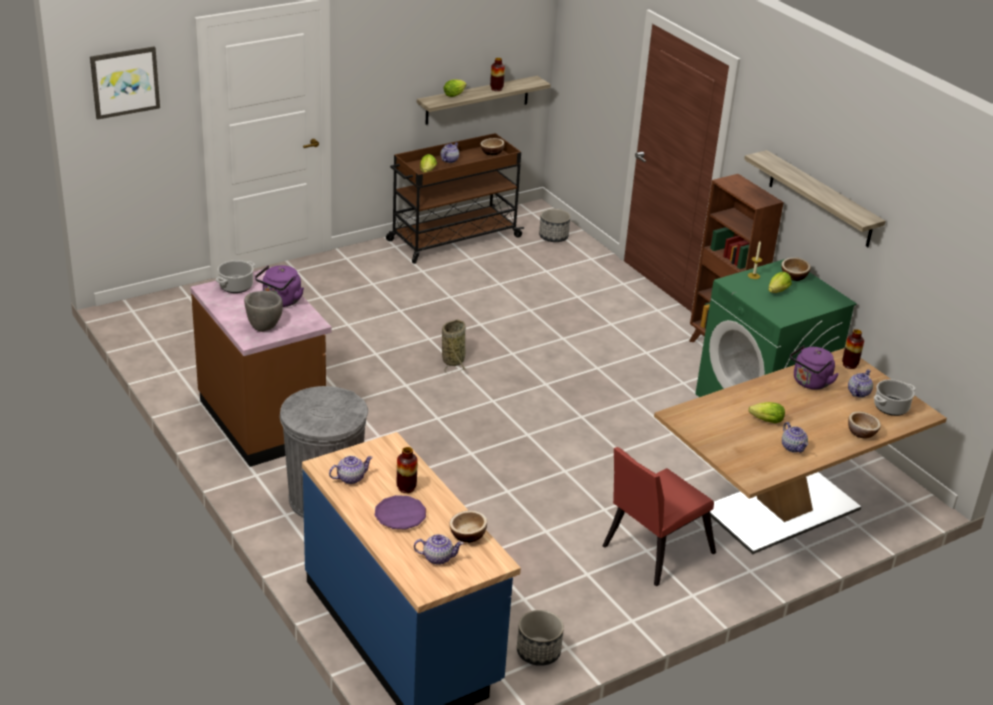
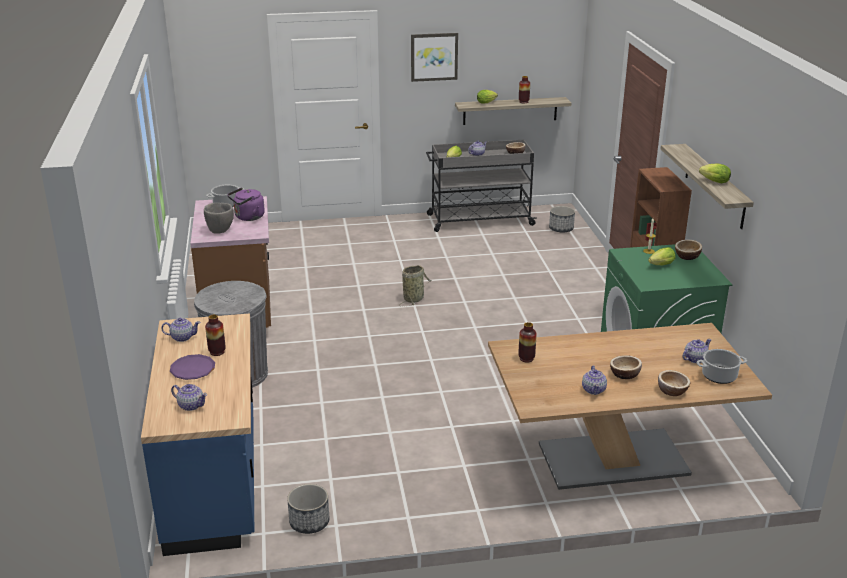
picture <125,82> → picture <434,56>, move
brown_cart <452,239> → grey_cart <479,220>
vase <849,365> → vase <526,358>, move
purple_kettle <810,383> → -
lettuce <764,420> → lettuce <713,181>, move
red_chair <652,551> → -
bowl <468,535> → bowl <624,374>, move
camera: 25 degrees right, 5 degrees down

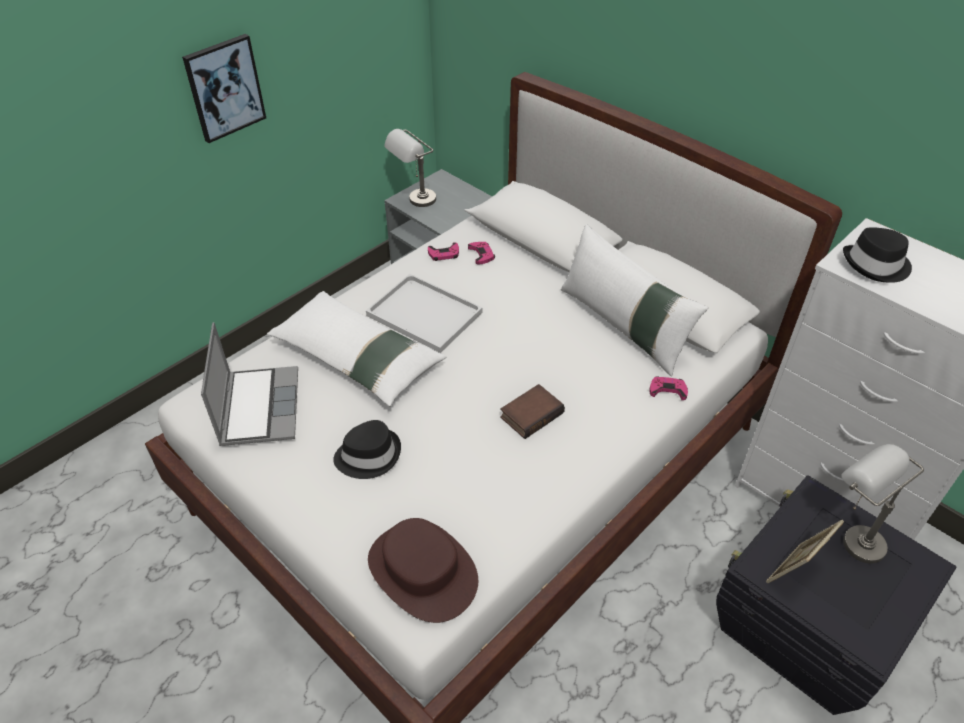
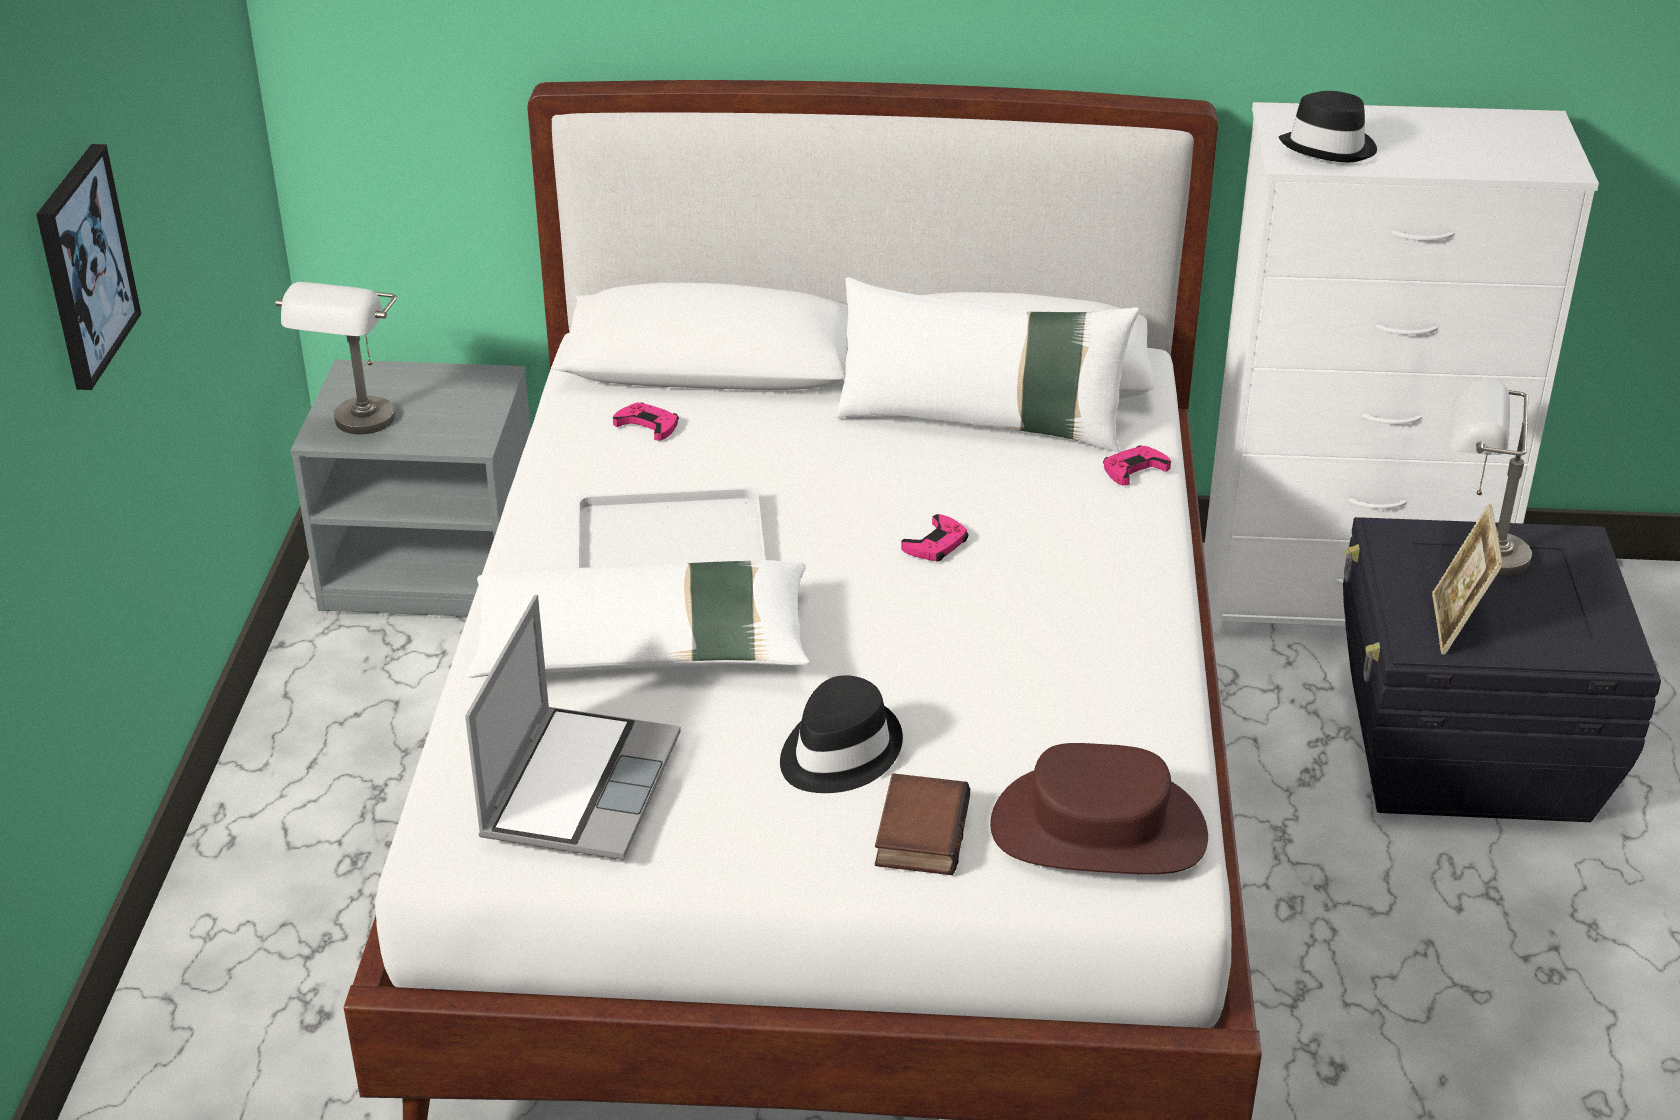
pink_game_controller <444,254> → pink_game_controller <936,544>, move
laptop <258,406> → laptop <579,785>, 60 degrees clockwise
book <531,414> → book <918,832>, move
camera: 40 degrees left, 10 degrees down

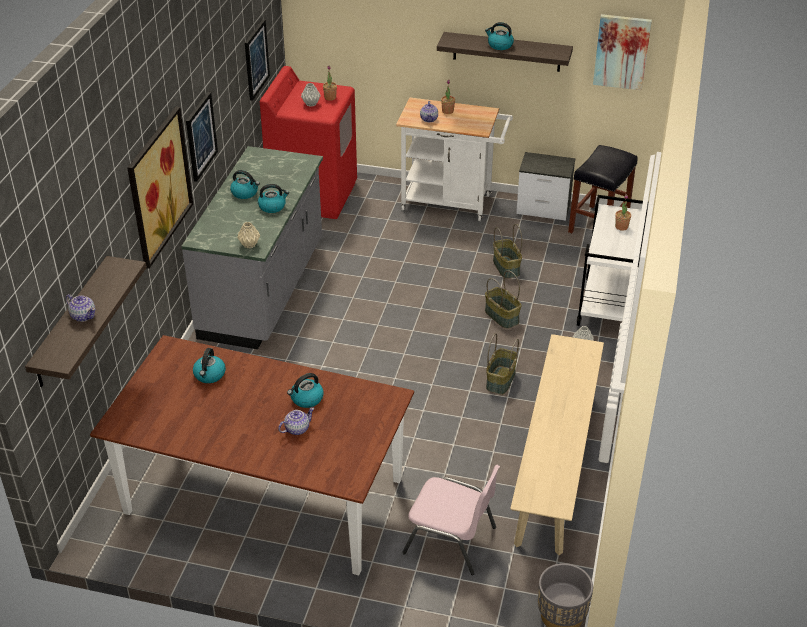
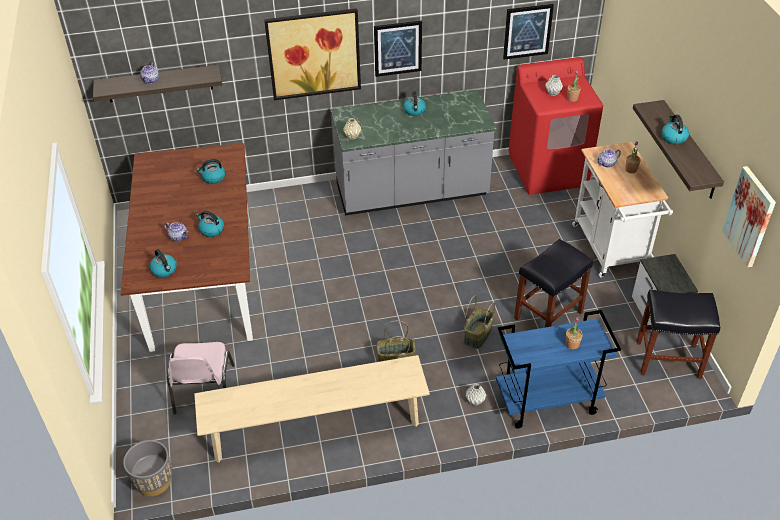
kettle <272,206> → kettle <164,270>, move
white_cart <607,305> → blue_cart <546,402>
basket <507,267> → black_stool <548,316>
camera: 65 degrees right, 5 degrees up

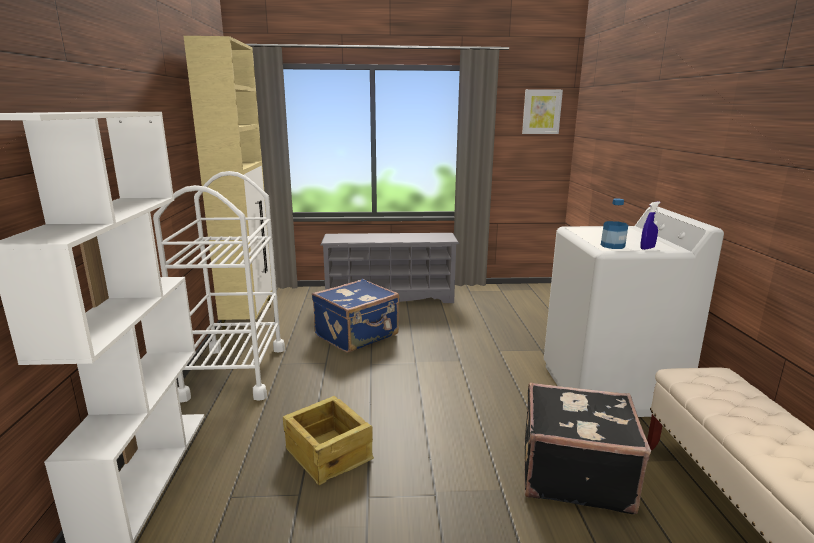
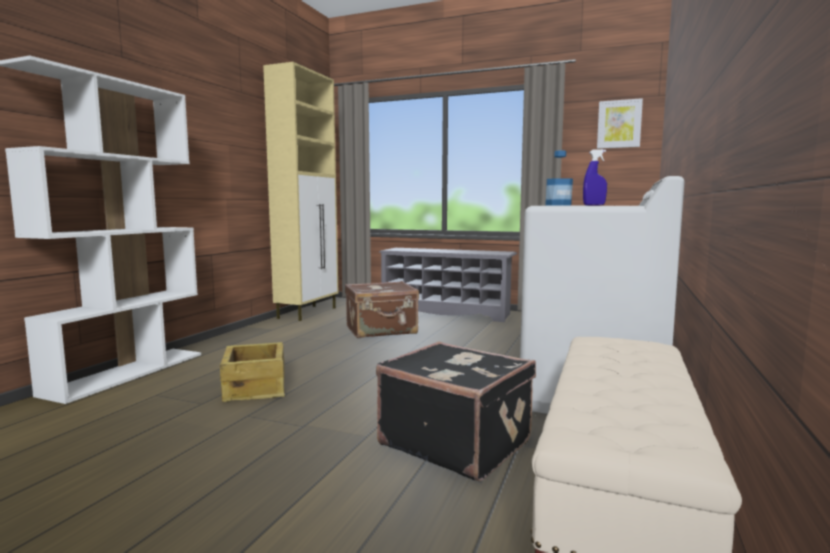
white_cart <235,372> → -
blue_suitcase <358,335> → brown_suitcase <381,330>
camera: 25 degrees right, 10 degrees down

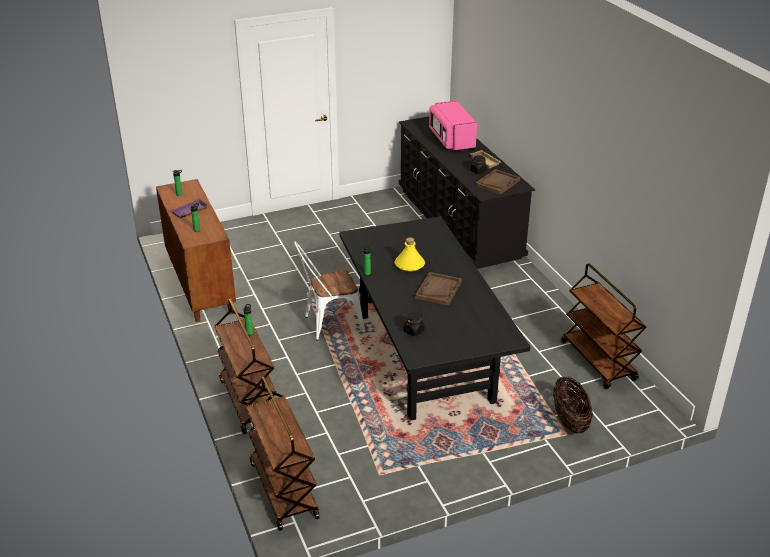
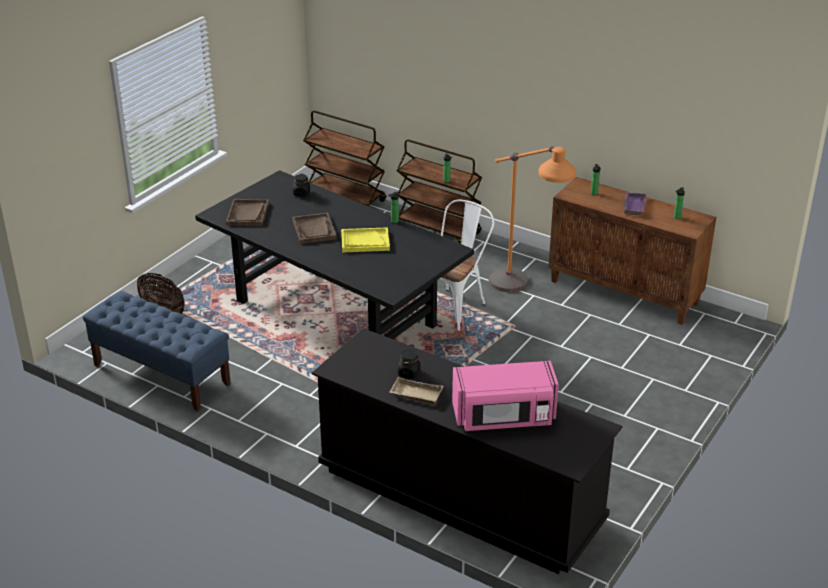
pink_microwave <451,140> → pink_microwave <504,417>, 135 degrees clockwise
brown_tray <497,183> → brown_tray <248,214>, move
yellow_bottle <409,265> → yellow_tray <365,241>
brown_cart <598,361> → blue_bench <161,374>
- → orange_floor_lamp <523,295>
camera: 145 degrees right, 0 degrees up

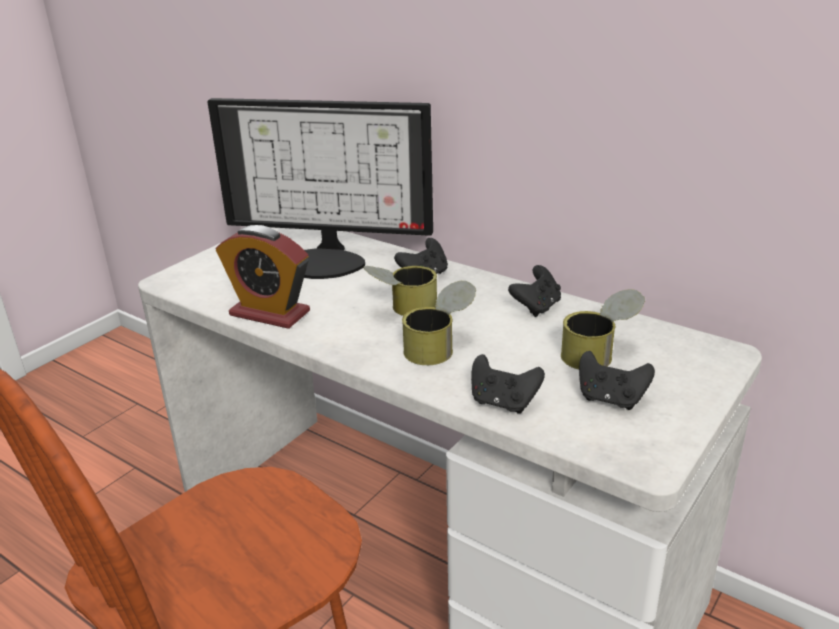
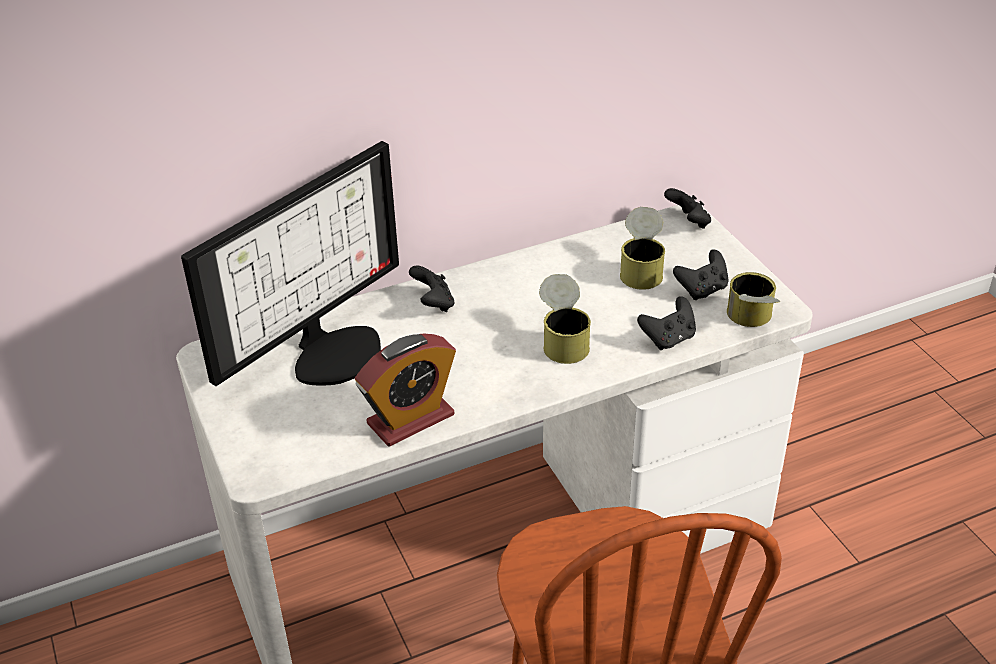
black_game_controller <536,307> → black_game_controller <688,222>, move
can <402,310> → can <750,322>, move
camera: 60 degrees left, 10 degrees up

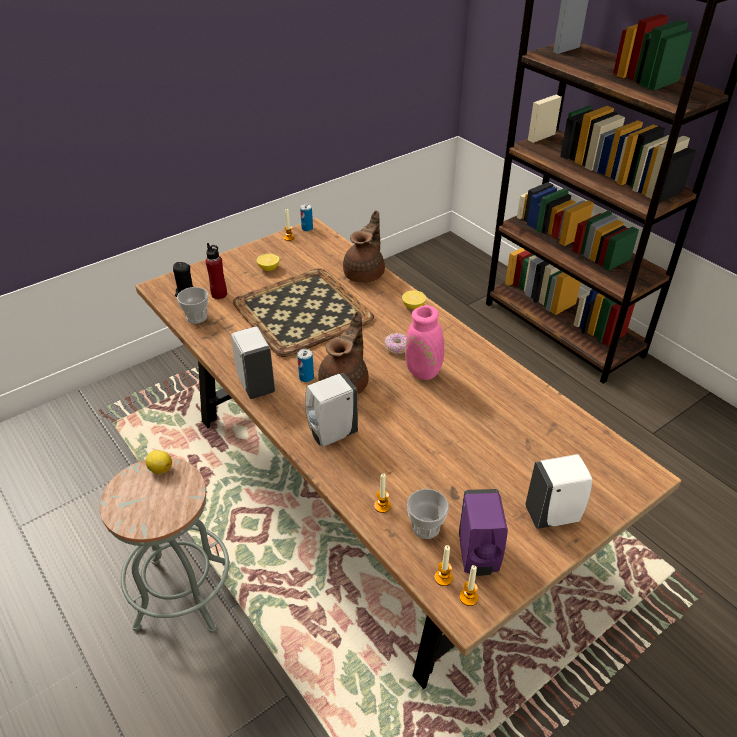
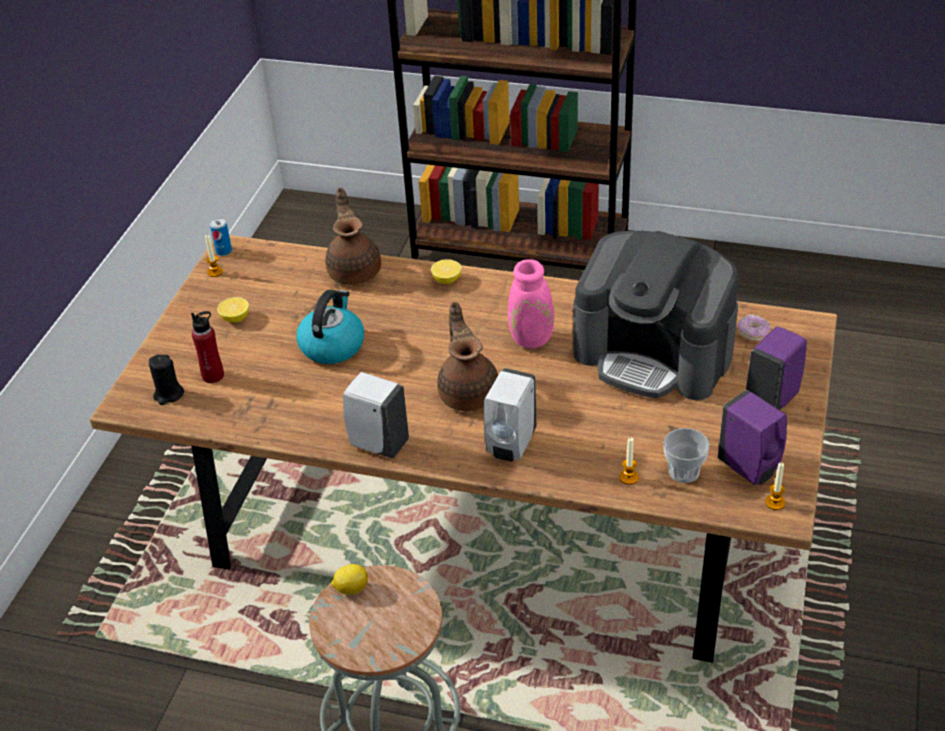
tray <301,311> → kettle <332,345>
cup <196,317> → -
donut <397,348> → donut <753,334>, move
can <306,377> → -
white_soap_dispenser <554,515> → purple_soap_dispenser <772,399>
candle <443,578> → -
- → coffee_machine <654,354>
camera: 35 degrees left, 0 degrees up

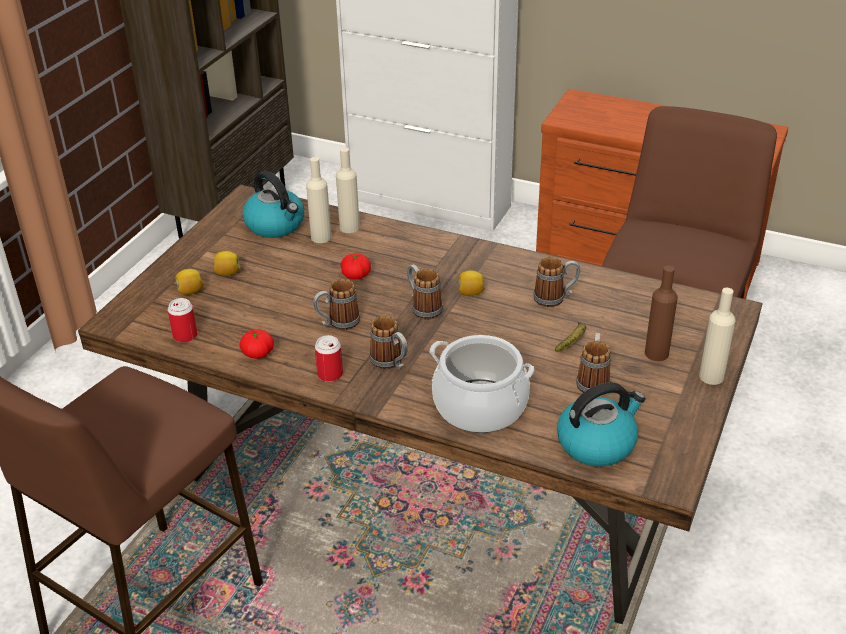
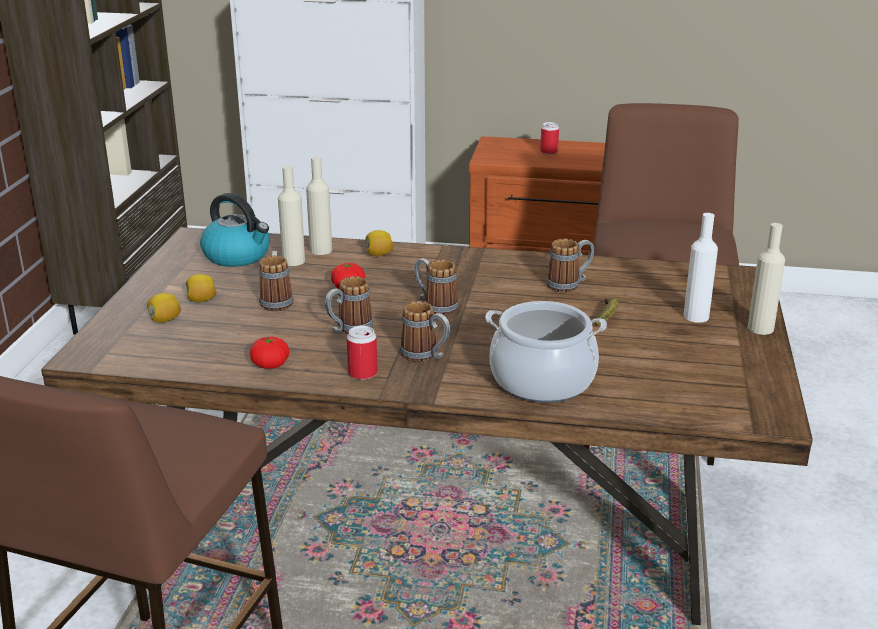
brown_bottle <656,353> → white_bottle <696,316>
lemon <470,293> → lemon <379,254>, move
can <185,336> → can <548,152>, move
mug <593,380> → mug <277,300>, move
kettle <597,443> → -
camera: 15 degrees left, 10 degrees down

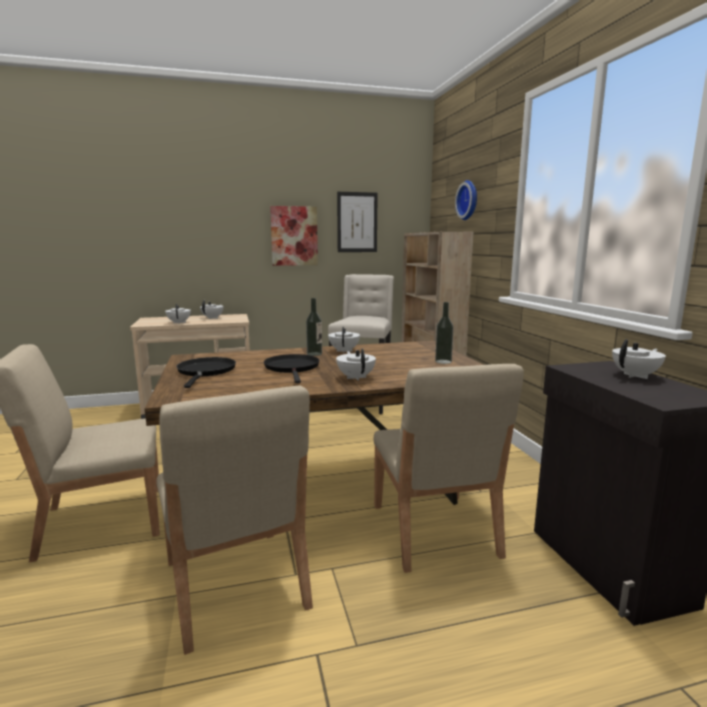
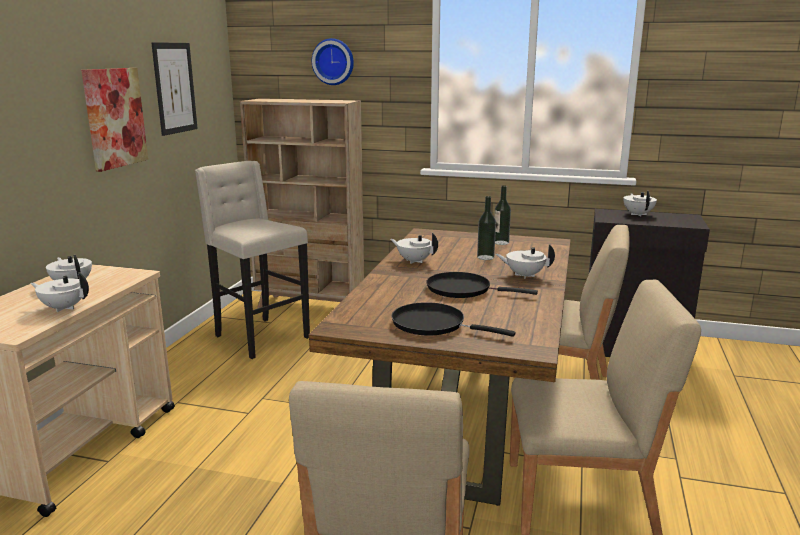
bottle <314,354> → bottle <485,257>, move
camera: 60 degrees left, 5 degrees up

